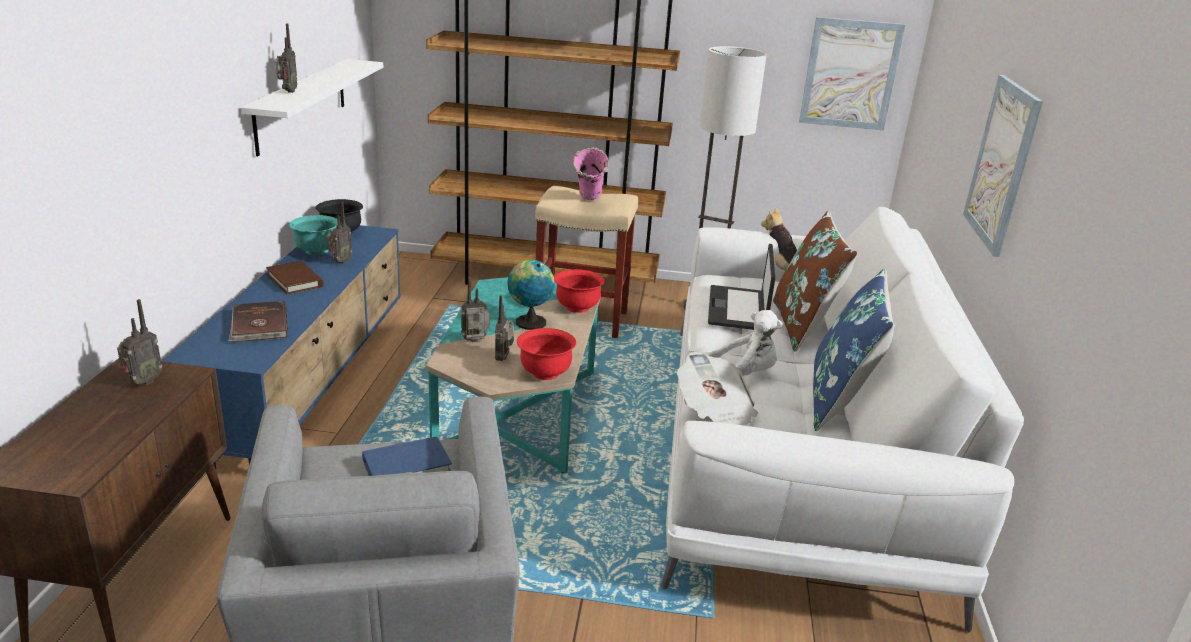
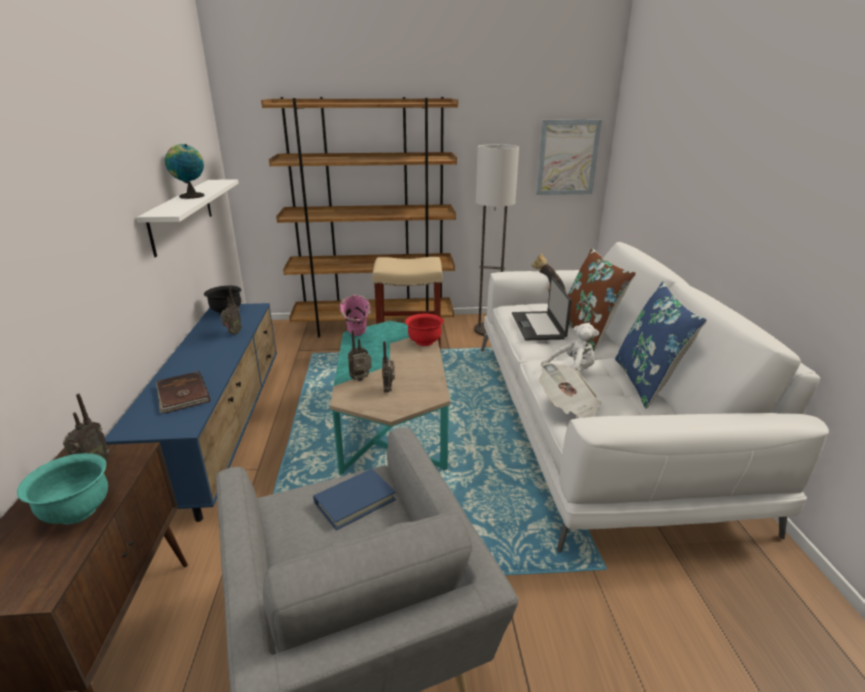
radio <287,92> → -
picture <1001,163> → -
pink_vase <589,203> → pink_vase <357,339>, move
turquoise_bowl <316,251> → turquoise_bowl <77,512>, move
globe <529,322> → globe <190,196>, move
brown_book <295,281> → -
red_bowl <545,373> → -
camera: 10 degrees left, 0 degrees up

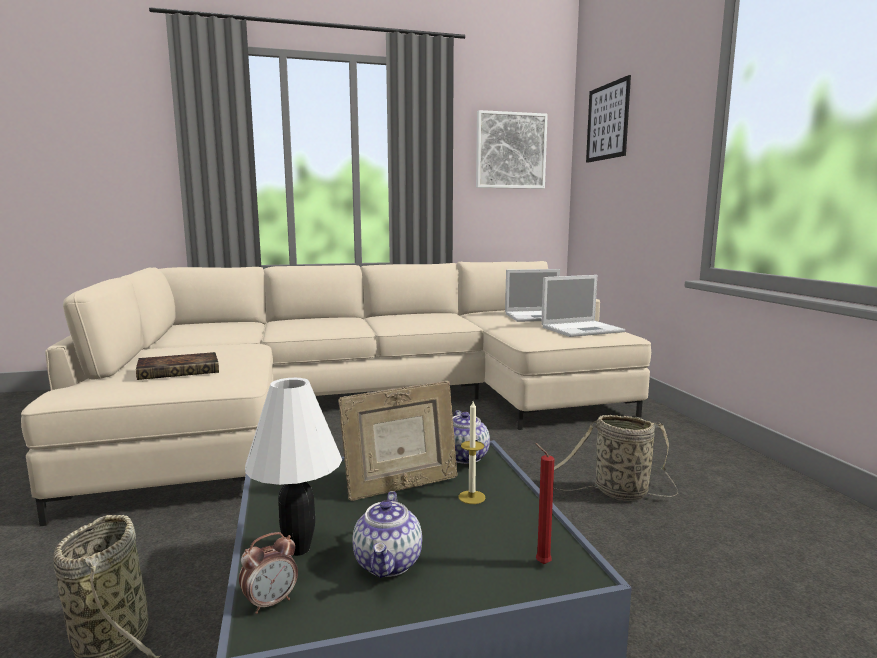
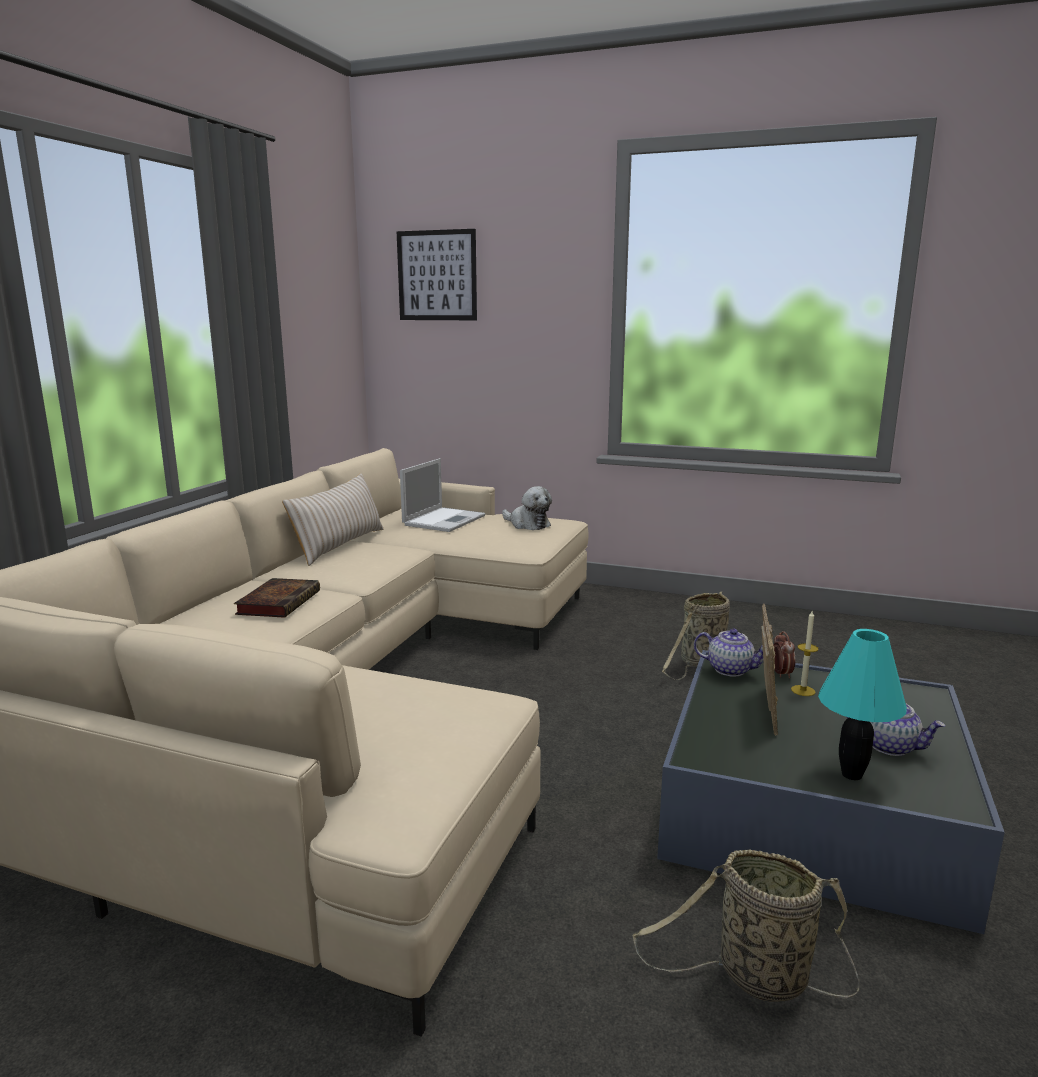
picture <510,151> → -
laptop <583,329> → plush_toy <527,524>
book <181,371> → book <279,602>, move
white_table_lamp <298,549> → turquoise_table_lamp <850,775>
red_candle <540,563> → -
alarm_clock <271,602> → alarm_clock <781,674>, move
- → beige_pillow <339,545>
camera: 55 degrees left, 5 degrees up

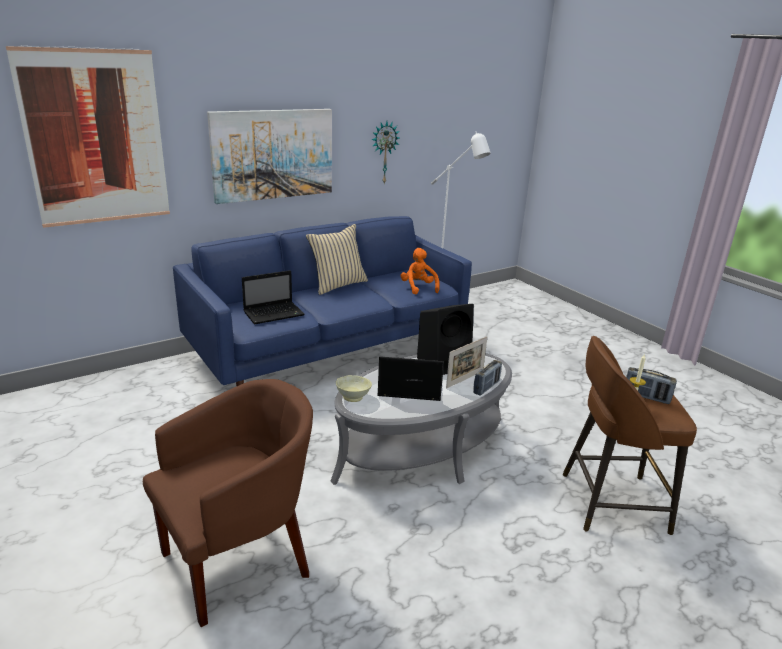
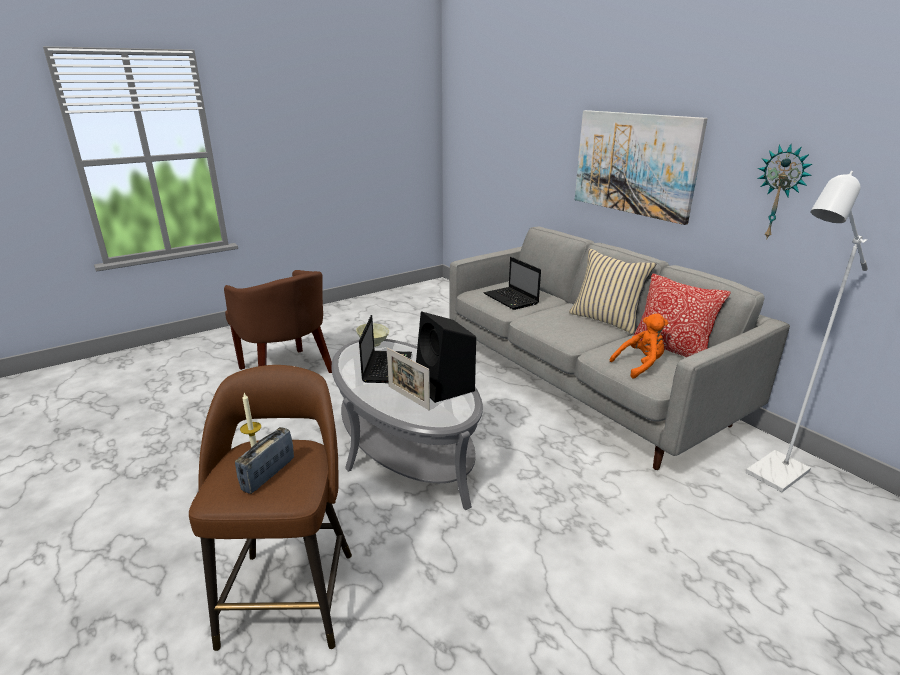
picture <96,138> → -
blue_sofa <330,350> → grey_sofa <583,386>
radio <486,387> → -
- → pillow <671,350>
camera: 90 degrees right, 0 degrees up

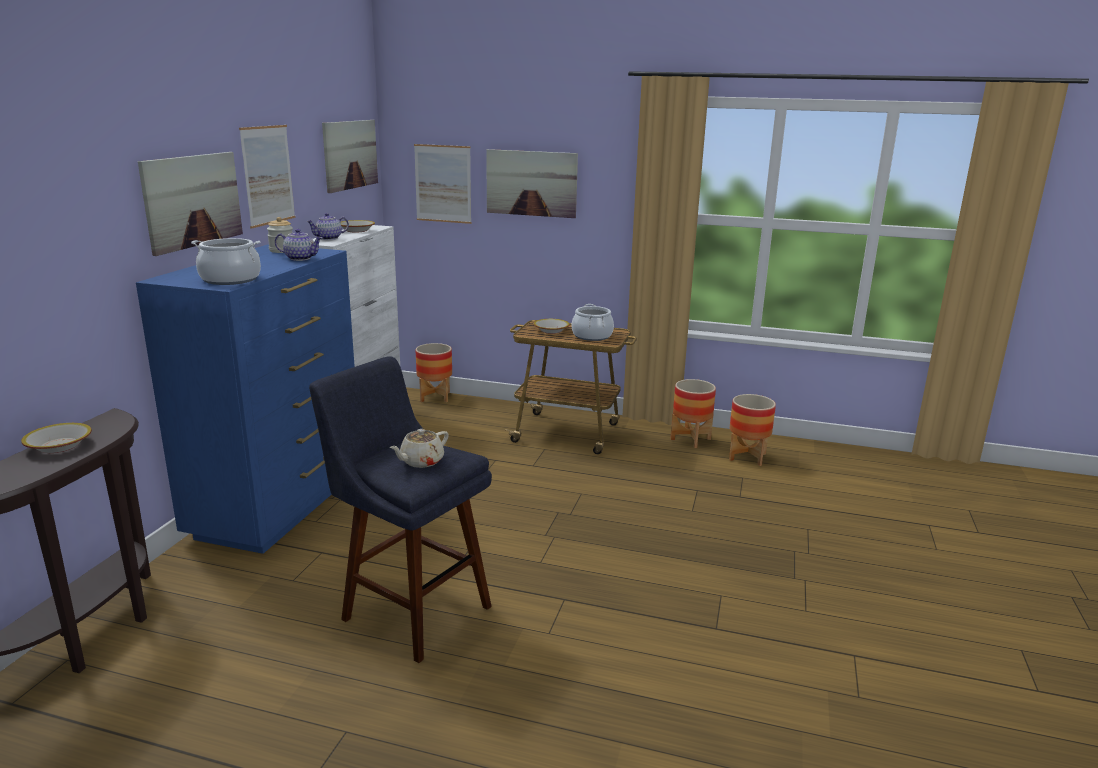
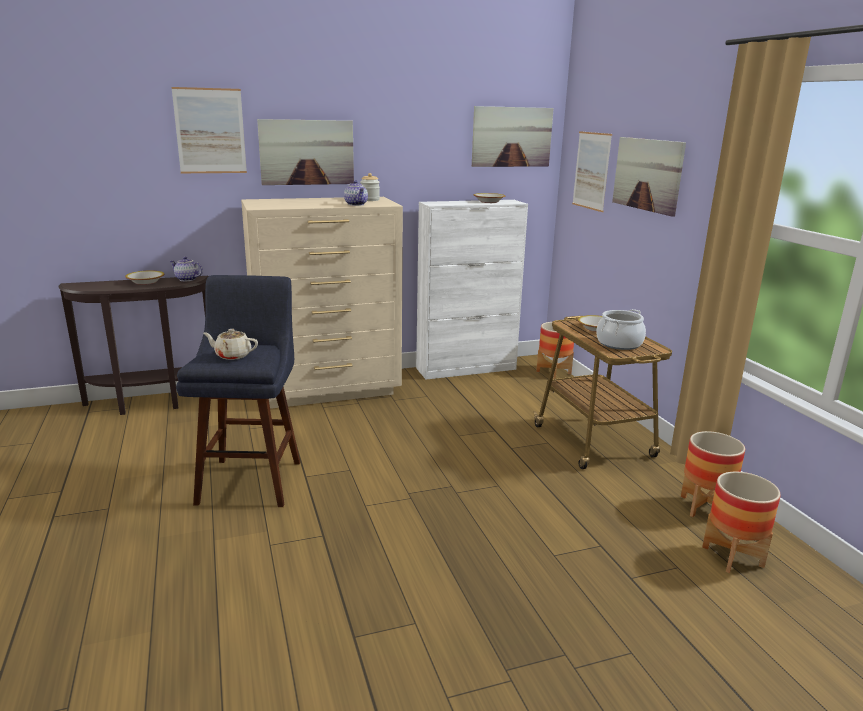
picture <268,175> → picture <210,131>, move
teapot <329,238> → teapot <186,279>, move
cooking_pot <230,280> → -
blue_dresser <281,505> → beige_dresser <328,390>
camera: 55 degrees right, 0 degrees up

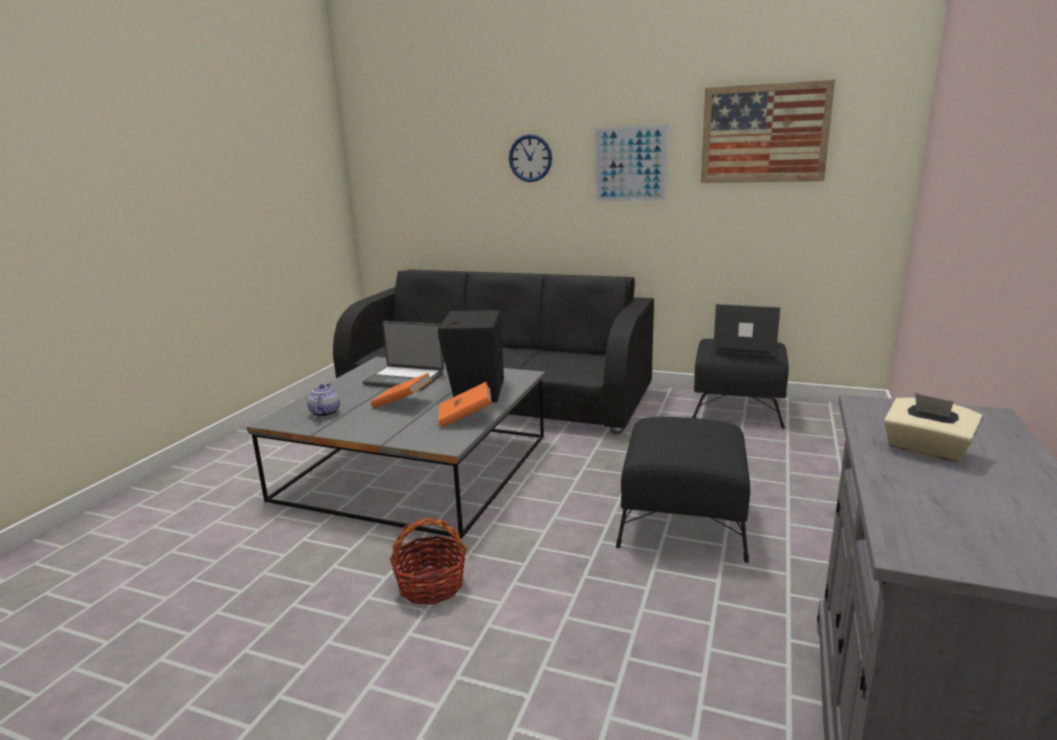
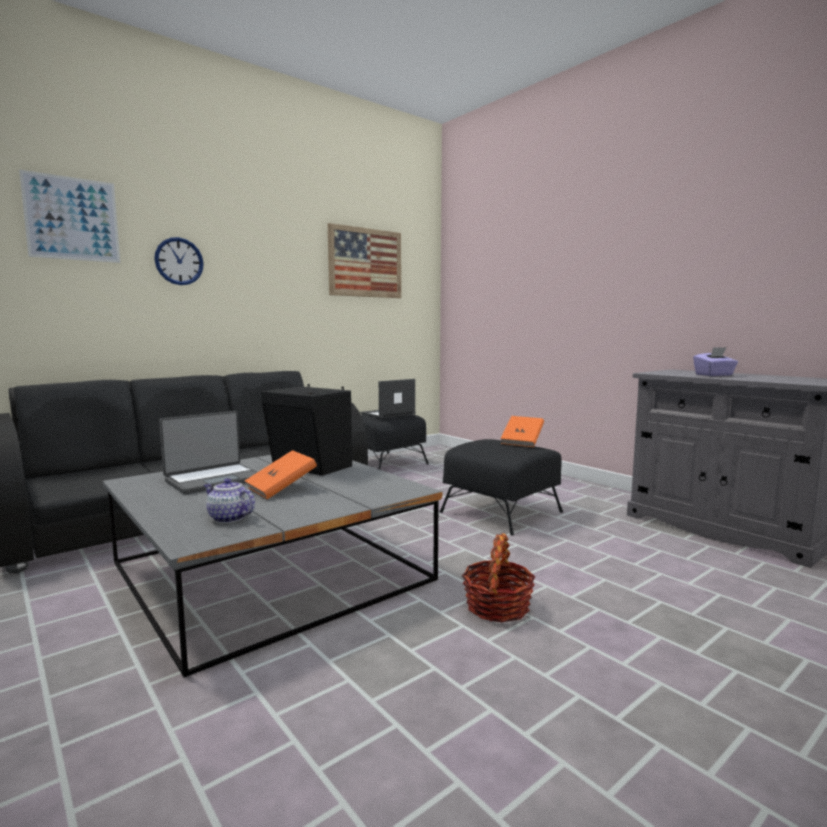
picture <630,164> → picture <72,219>, move
orange_book <465,418> → orange_book <522,442>, move
beige_tissue_box <926,450> → purple_tissue_box <714,375>
camera: 60 degrees left, 10 degrees down

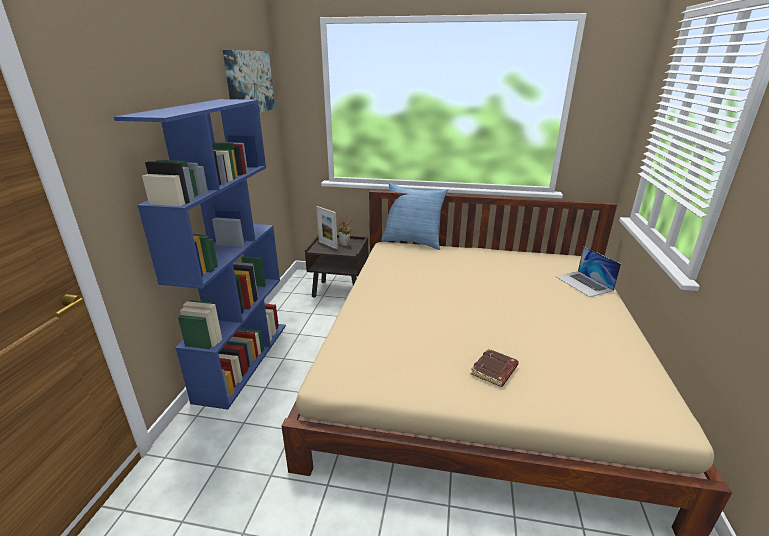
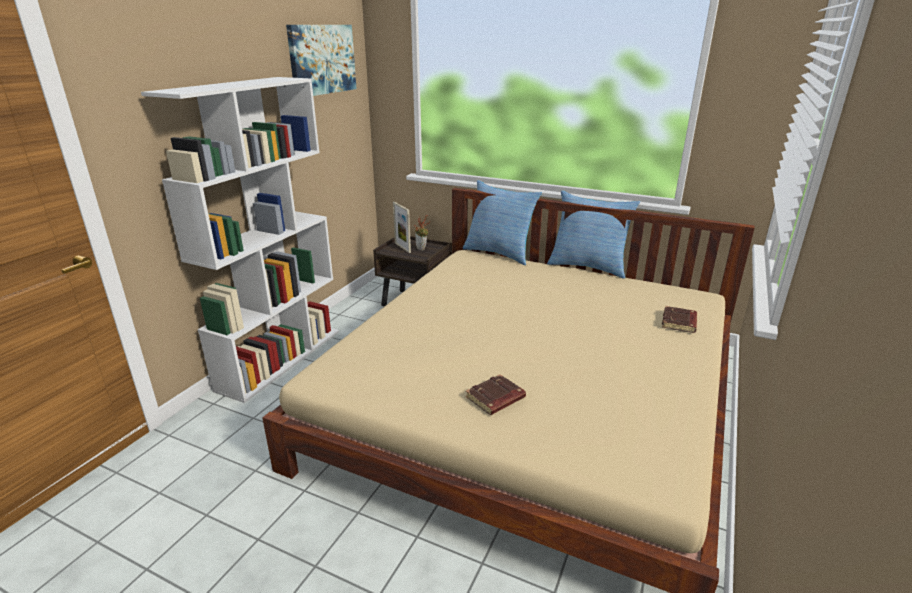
blue_bookcase <243,359> → white_bookcase <281,358>
laptop <583,283> → brown_book <679,323>
- → pillow <588,266>
camera: 15 degrees right, 0 degrees up

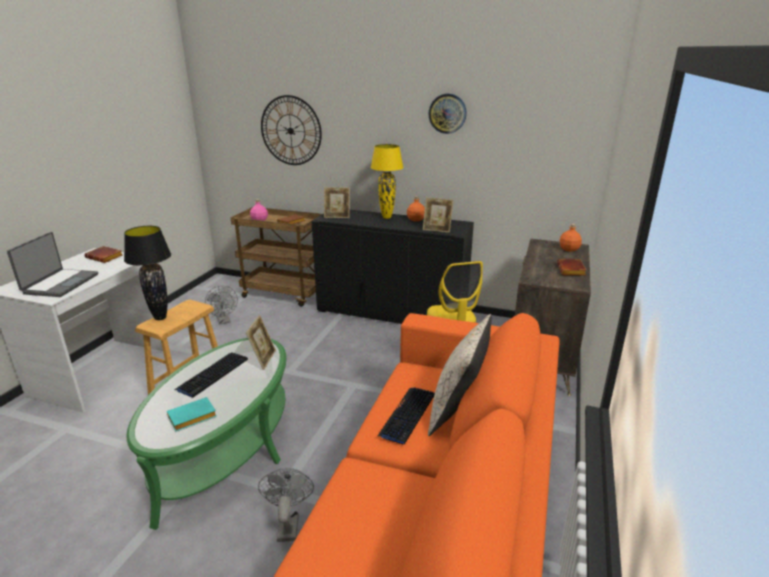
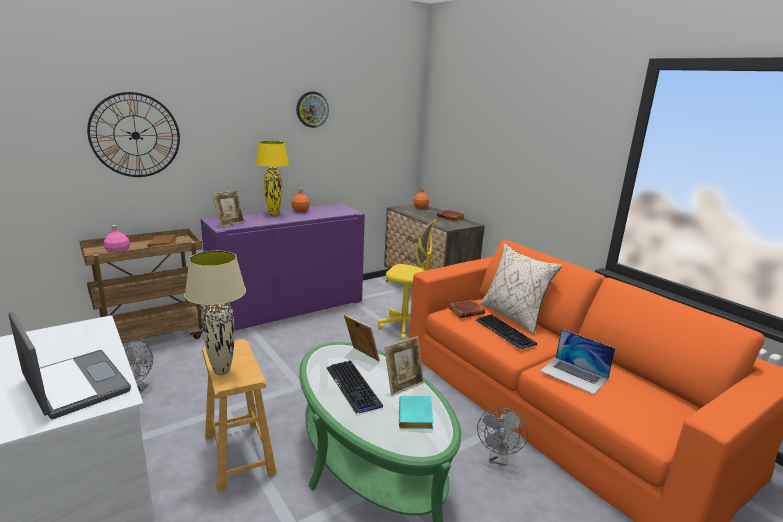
picture_frame <437,230> → picture_frame <403,385>, move
black_cabinet <391,312> → purple_cabinet <288,308>
black_table_lamp <161,318> → beige_table_lamp <222,371>
brown_book <106,257> → brown_book <466,311>, move
grey_fan <288,524> → grey_fan <498,458>, 105 degrees counterclockwise
- → laptop <574,375>
camera: 55 degrees left, 5 degrees down

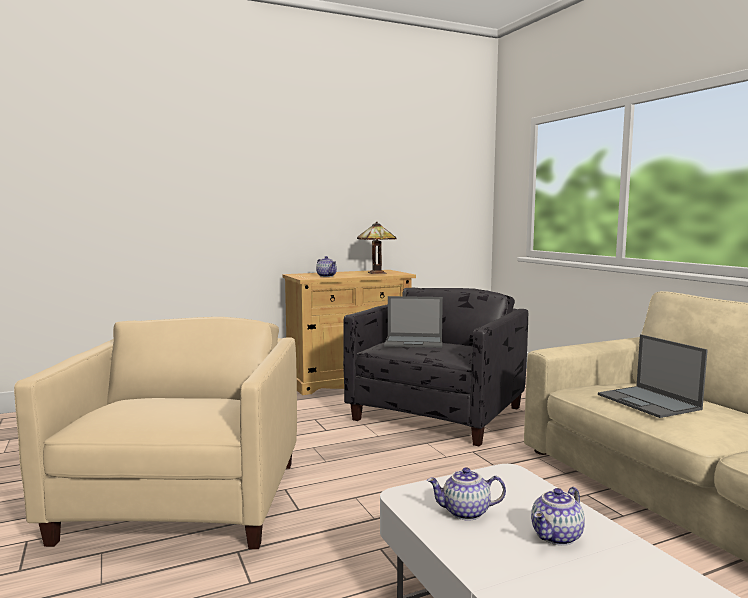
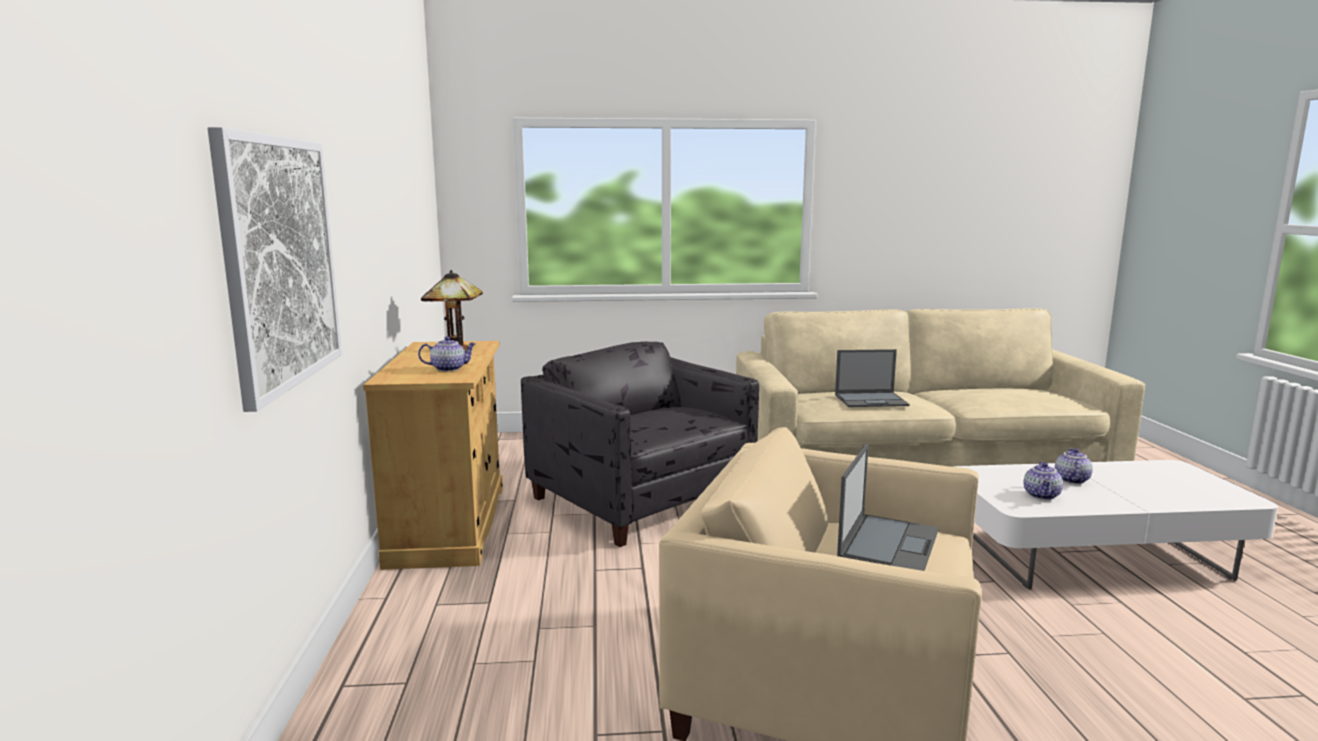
laptop <414,342> → laptop <888,543>, move
teapot <557,537> → teapot <1070,480>, 135 degrees counterclockwise
- → picture <280,262>
camera: 70 degrees left, 5 degrees up

